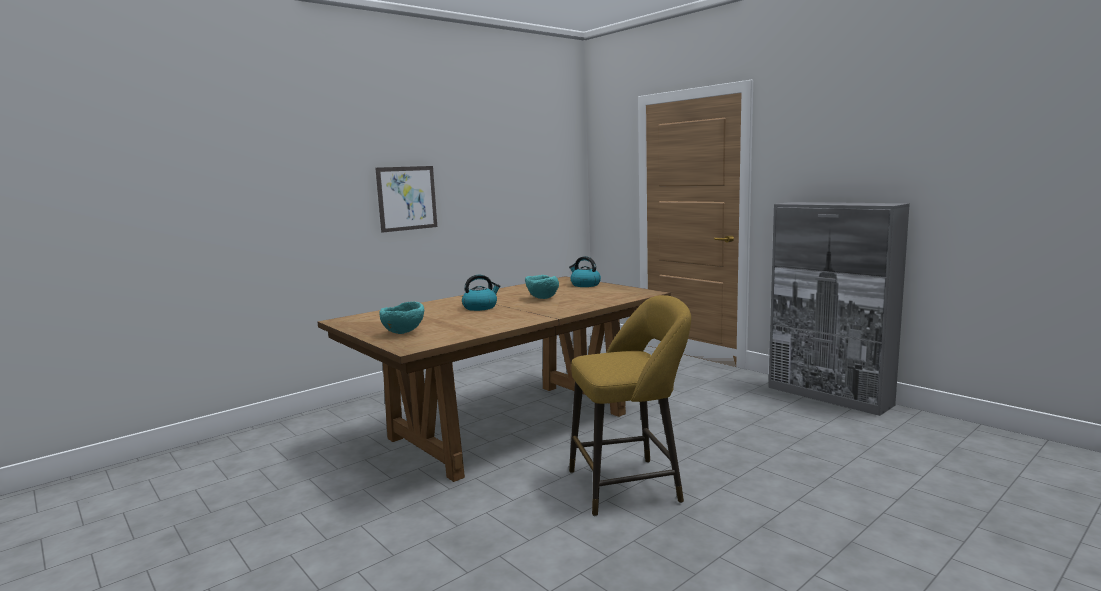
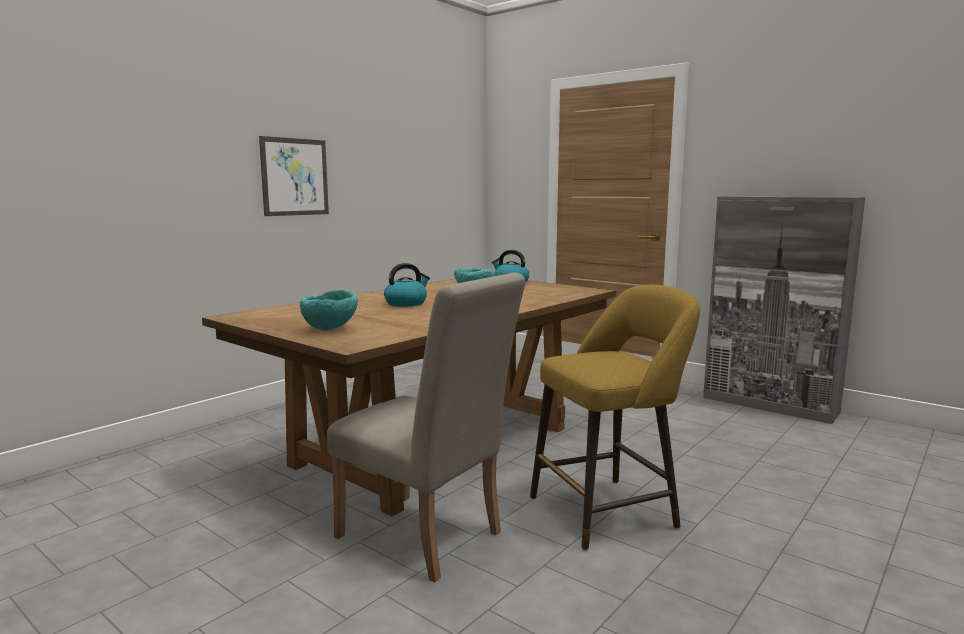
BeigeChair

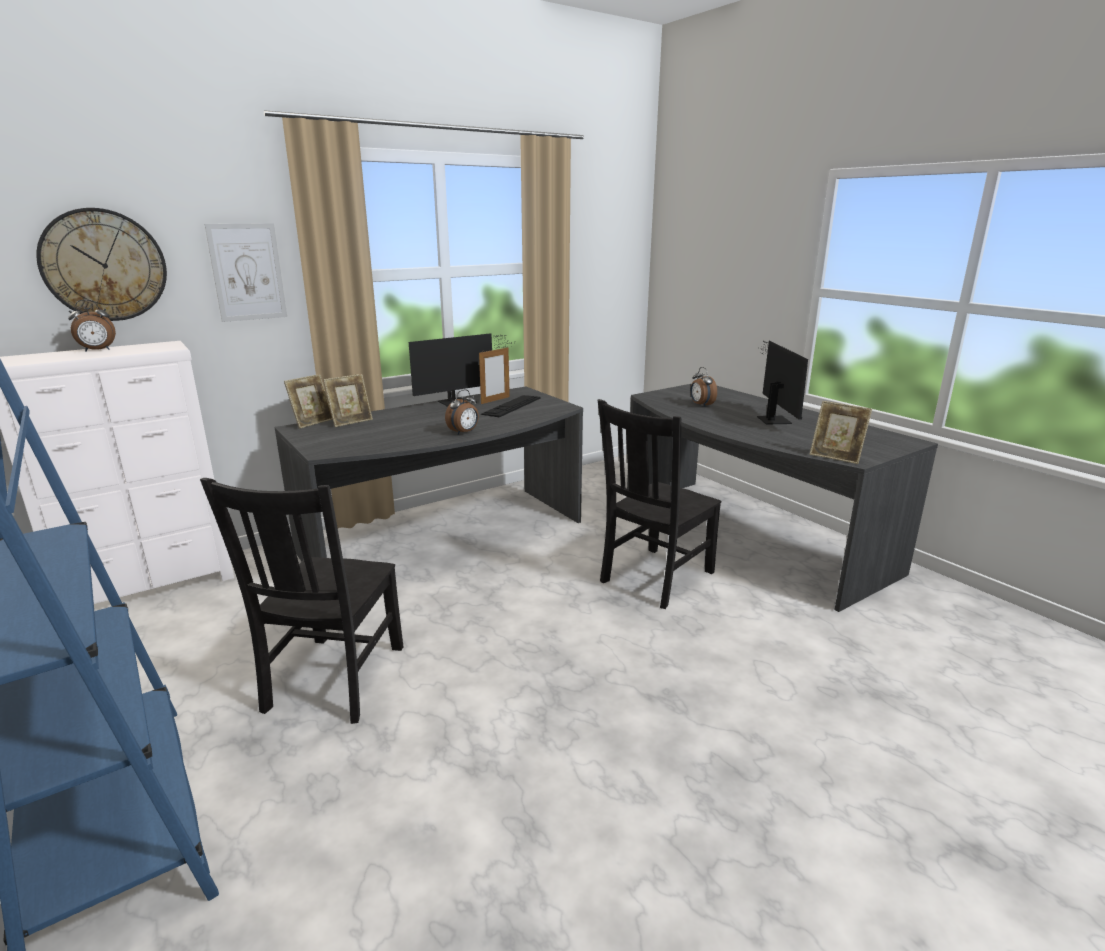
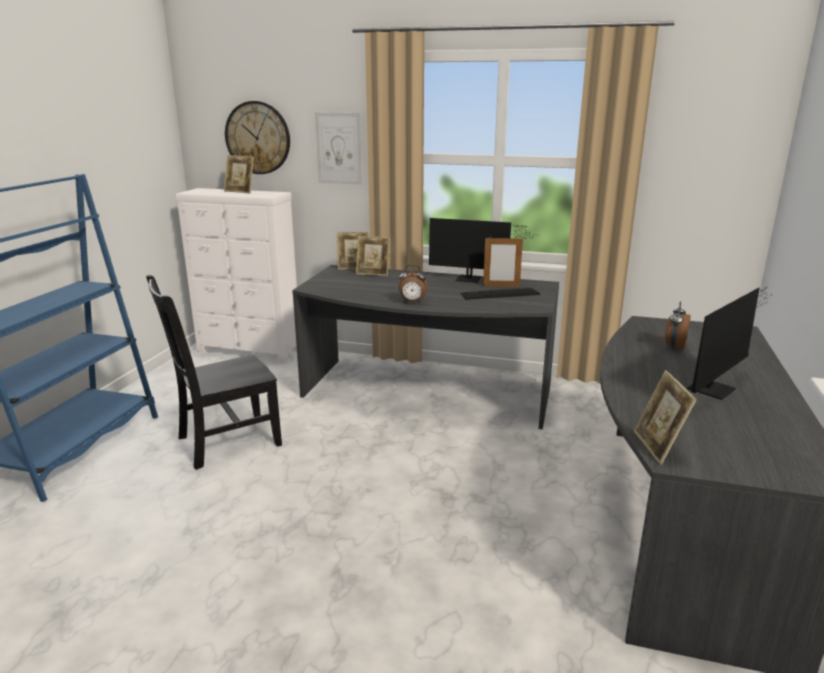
PictureFrame (no. 1 from left); BlackChair (no. 2 from left in the first image)

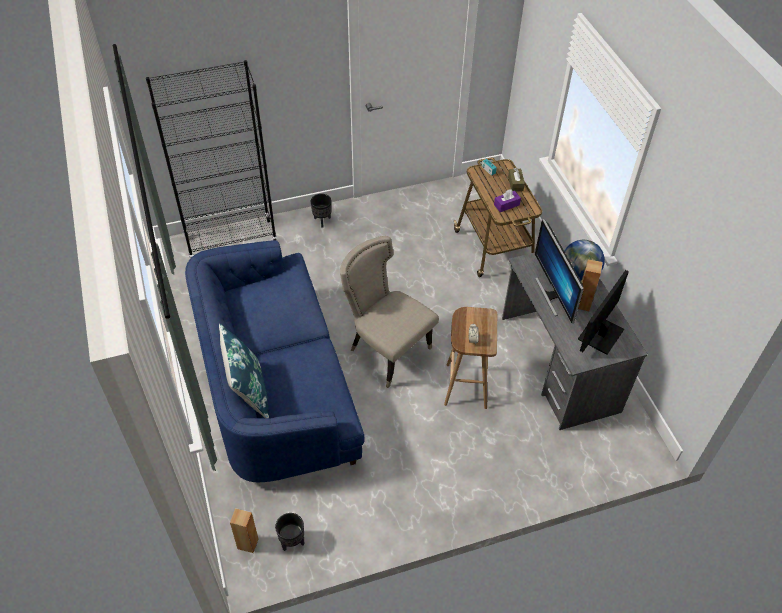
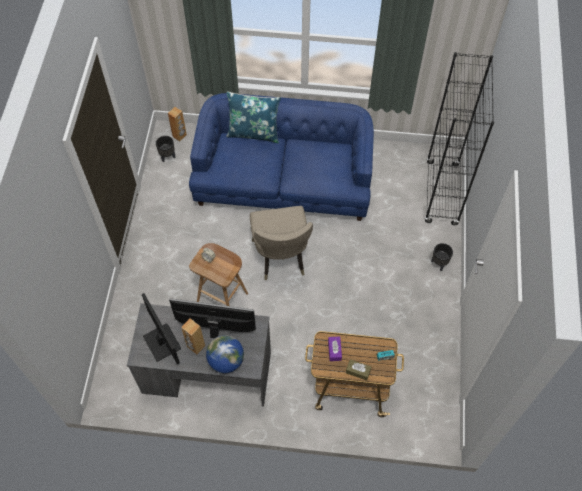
BeigeChair

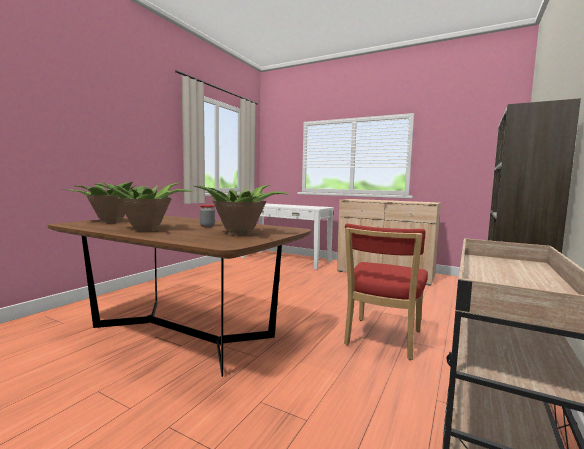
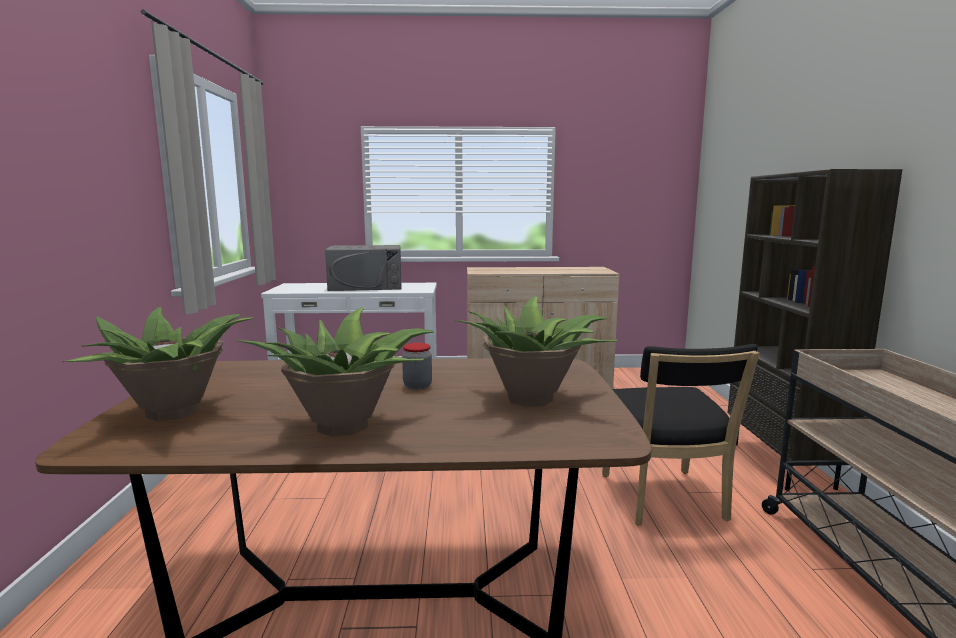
BlackChair; GreyMicrowave

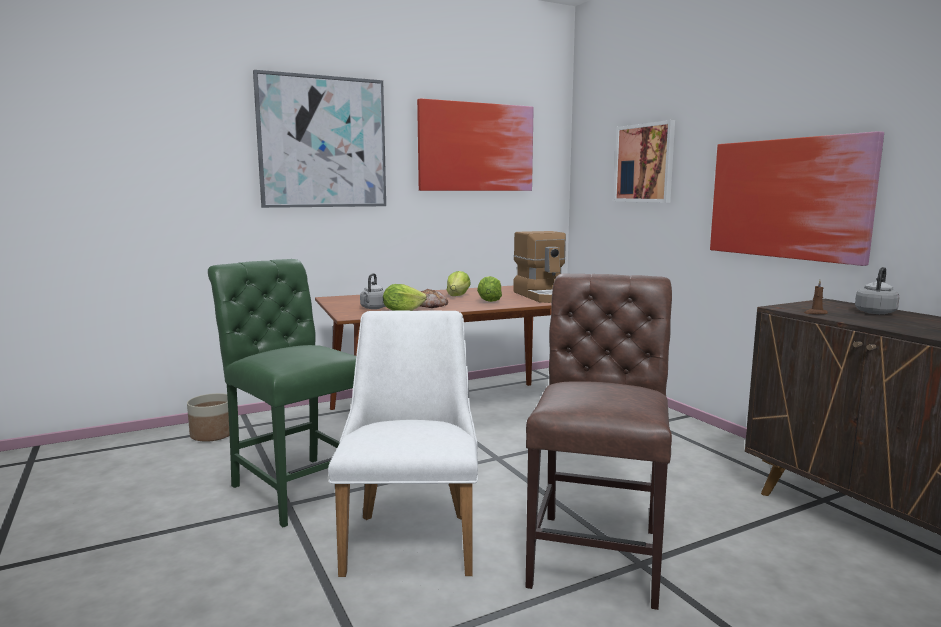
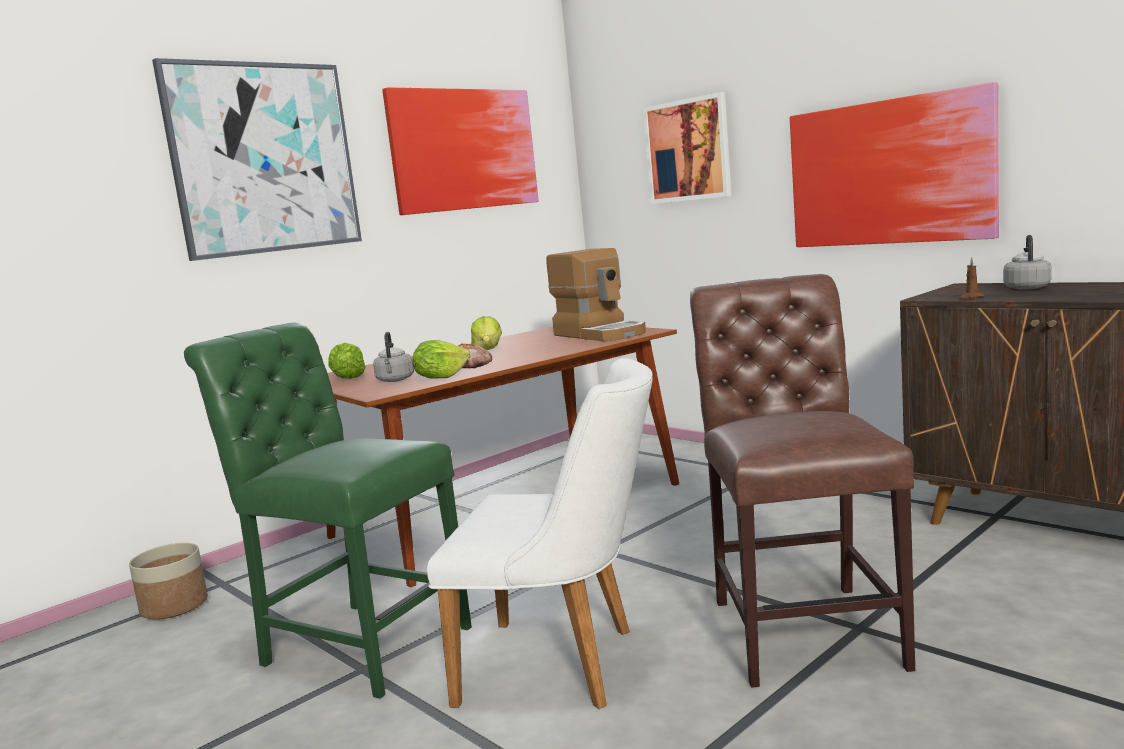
WhiteChair; Lettuce (no. 1 from left)

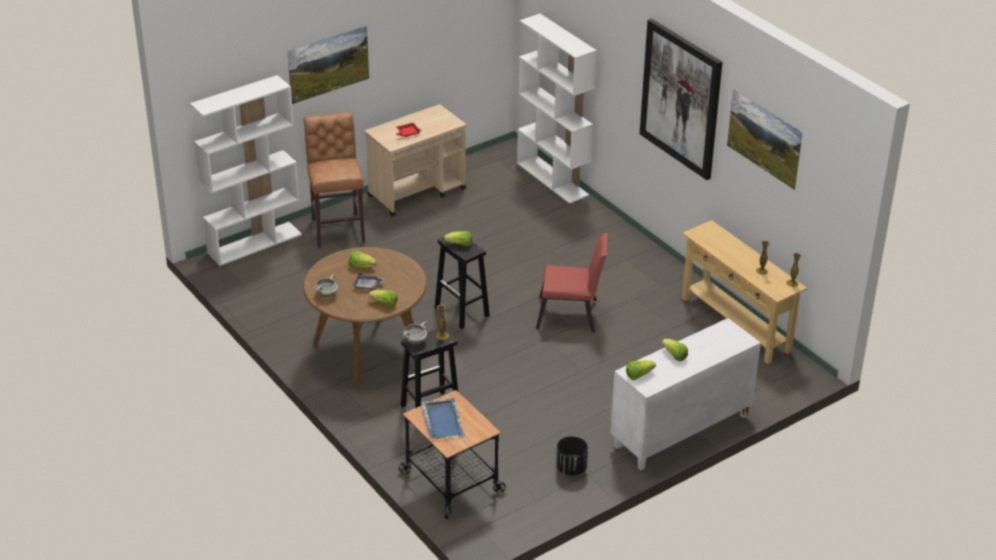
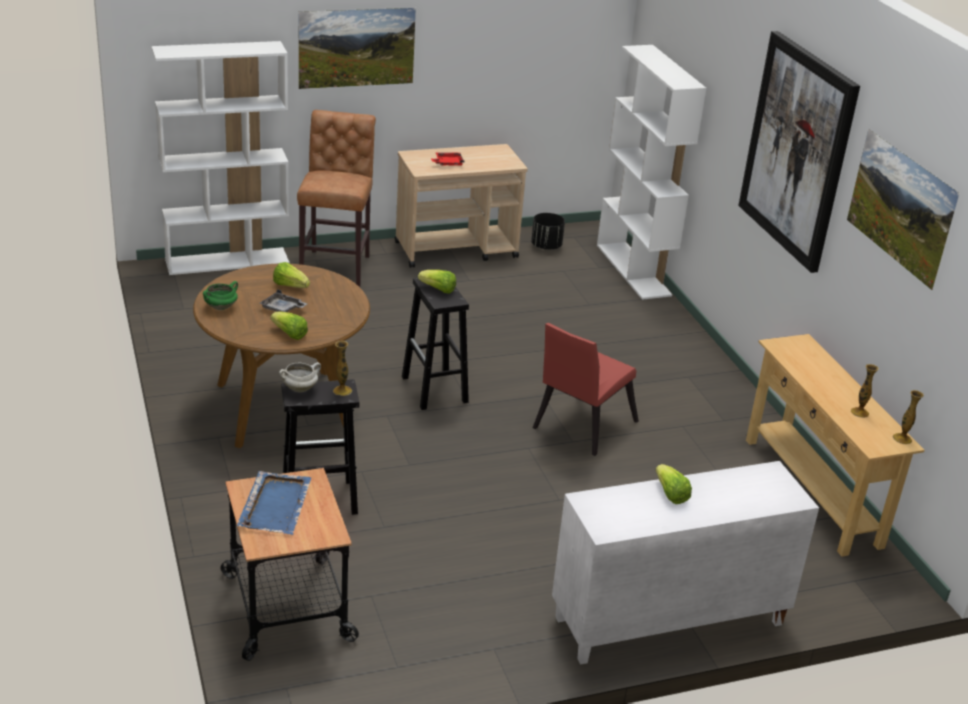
GreenCookingPot; RedChair; BlackPlanter; Lettuce (no. 4 from left in the first image)

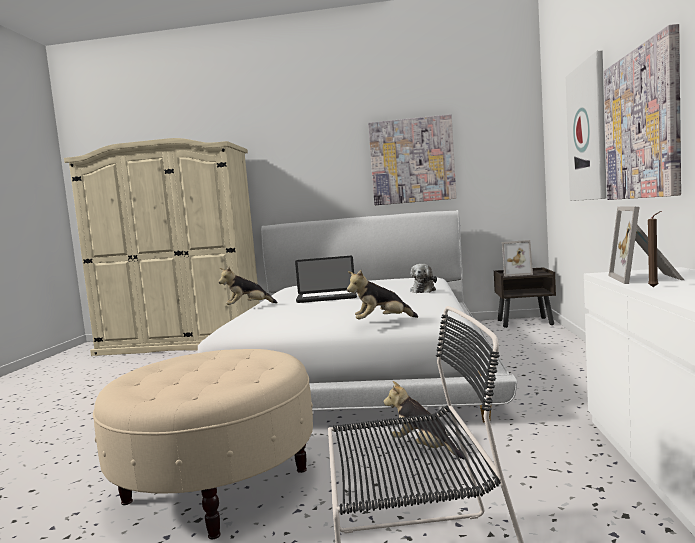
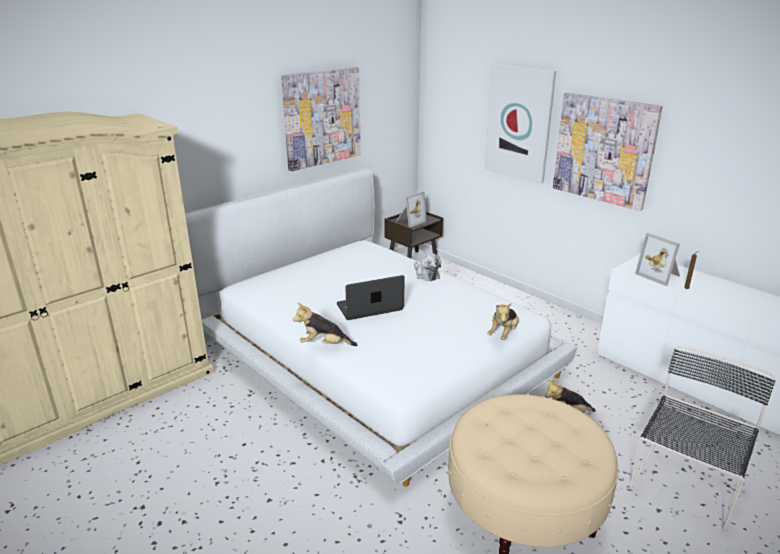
PlushToy (no. 1 from left); Laptop

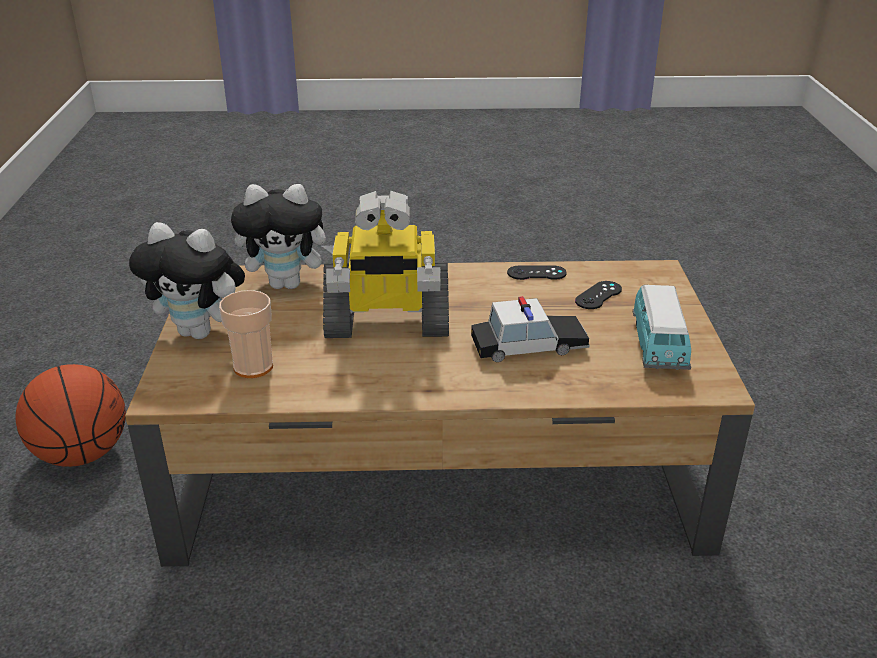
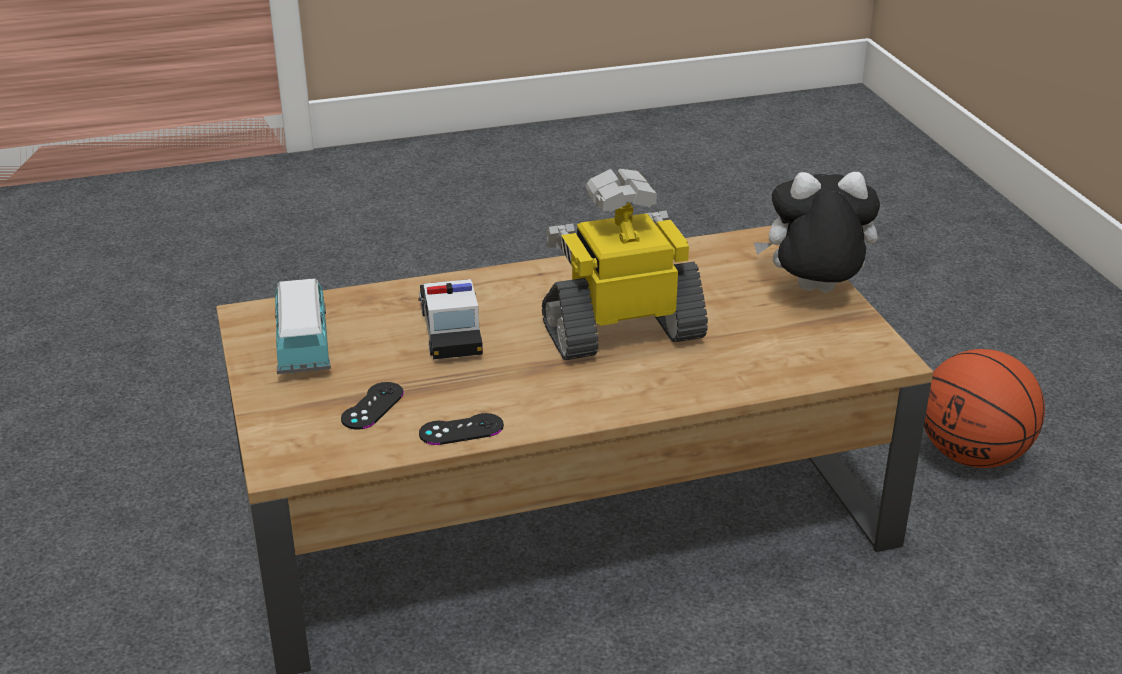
Cup; PlushToy (no. 2 from left in the first image); ToyCar (no. 2 from left)

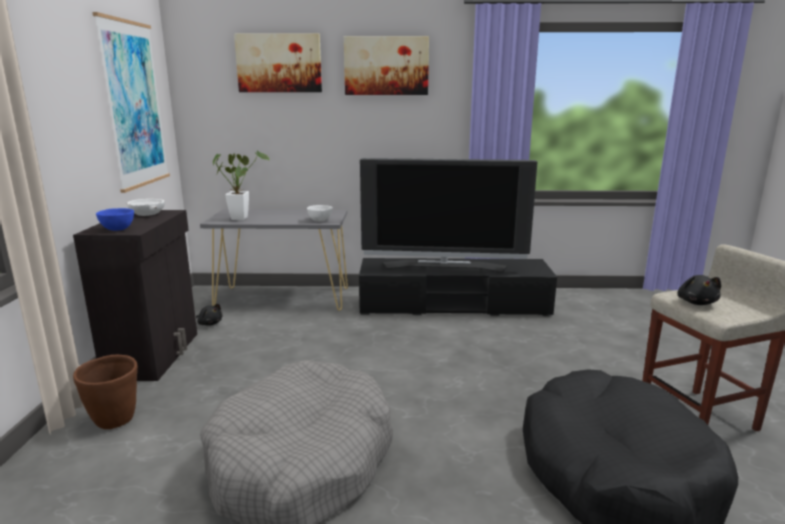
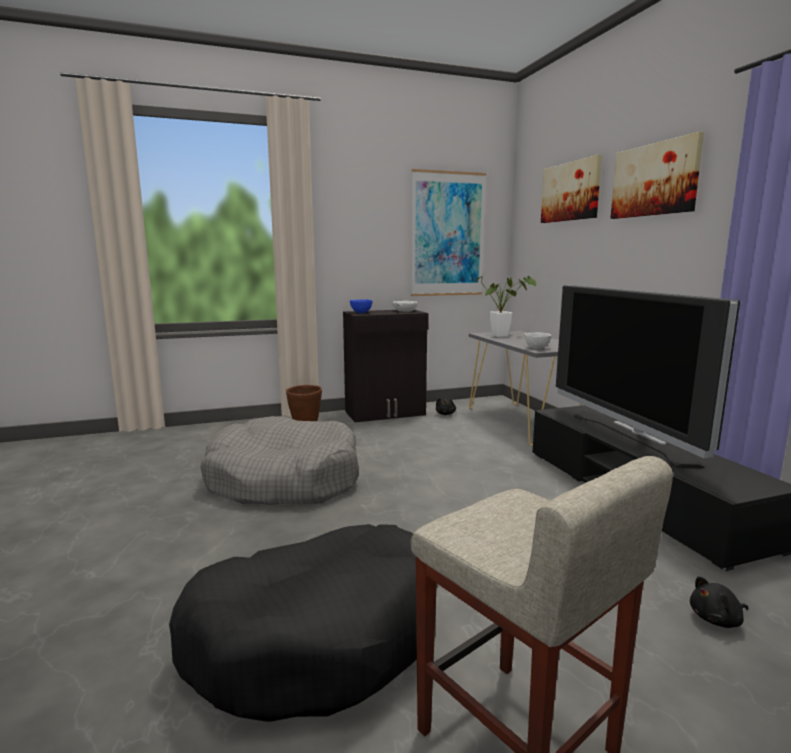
BlackPlushToy (no. 2 from left)

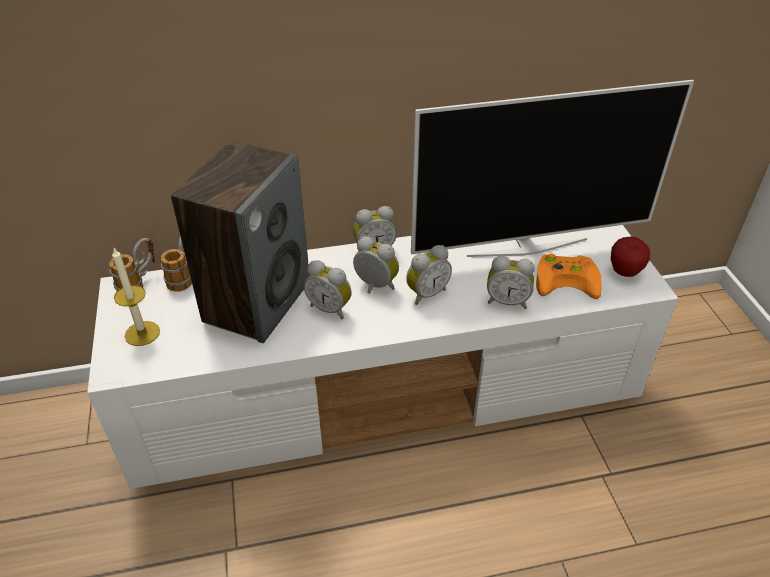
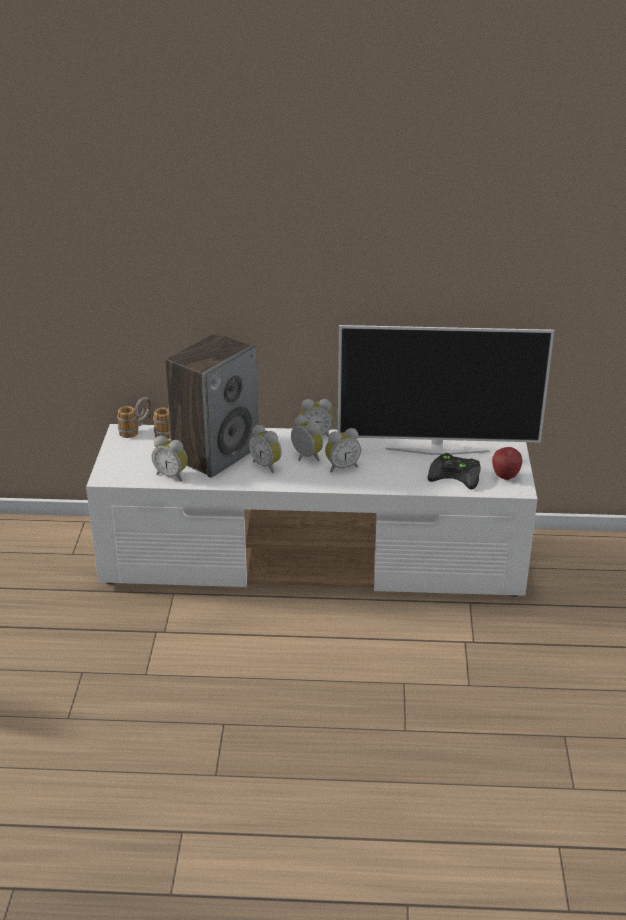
Candle; AlarmClock (no. 1 from left); BlackGameController

